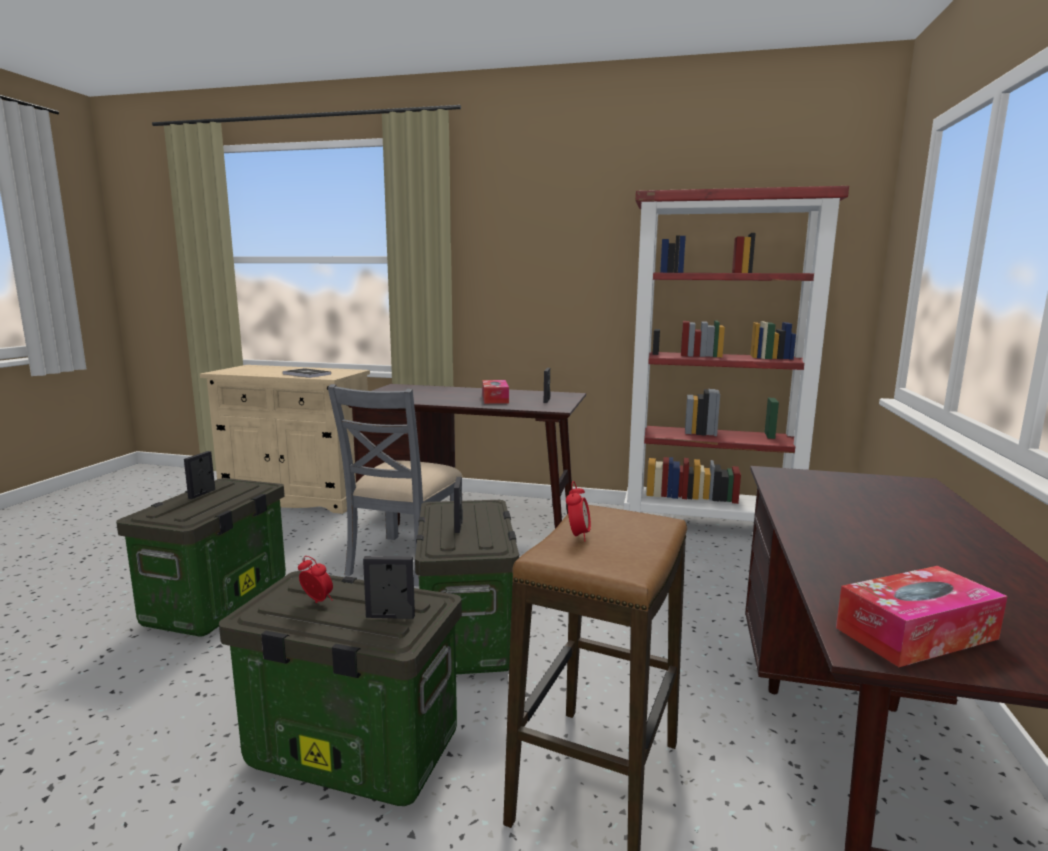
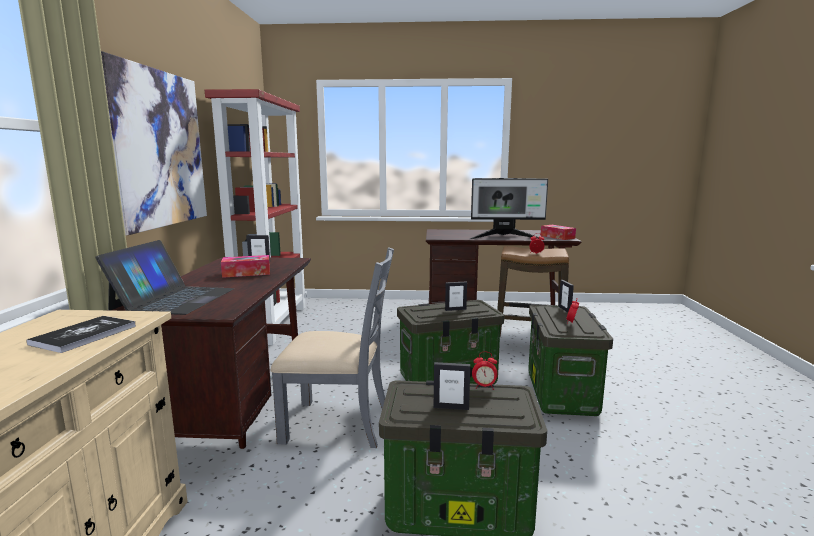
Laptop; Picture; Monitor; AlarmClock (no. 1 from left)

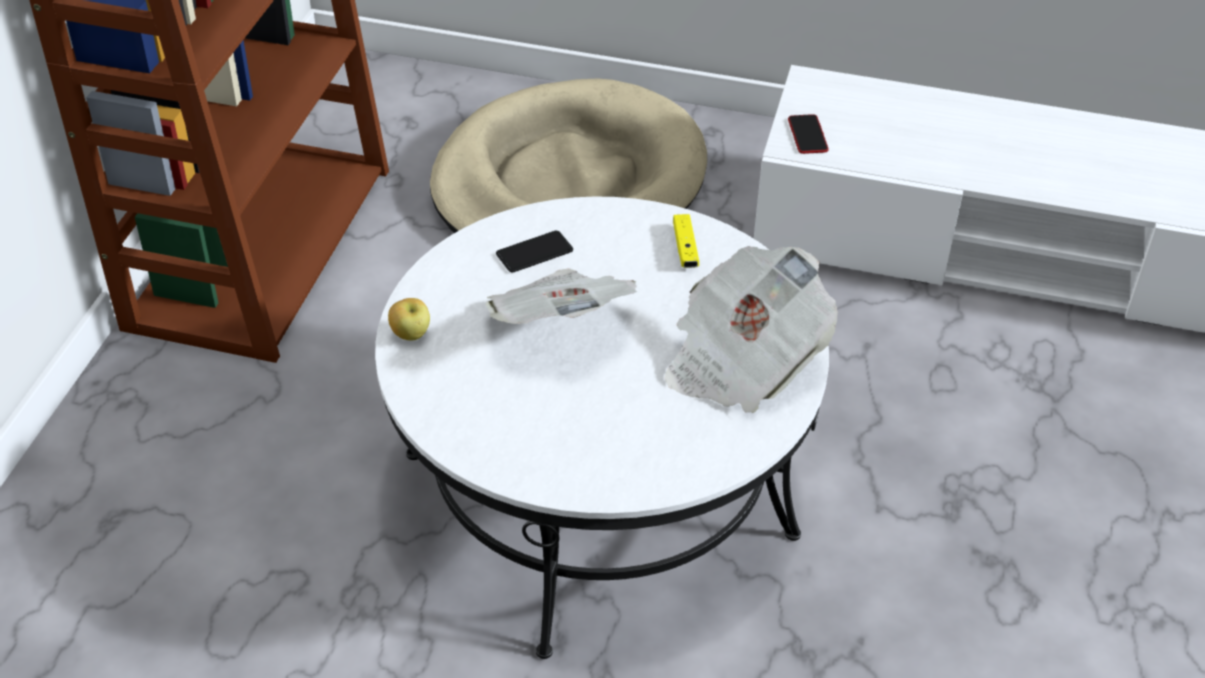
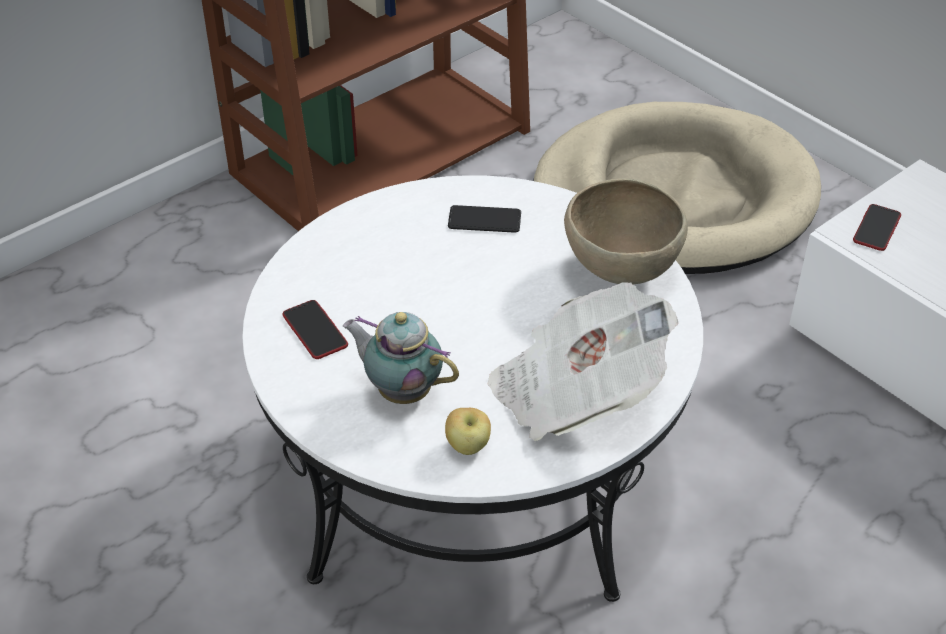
Apple; Newspaper (no. 1 from left in the first image); BrownBowl; Phone (no. 1 from left); Teapot

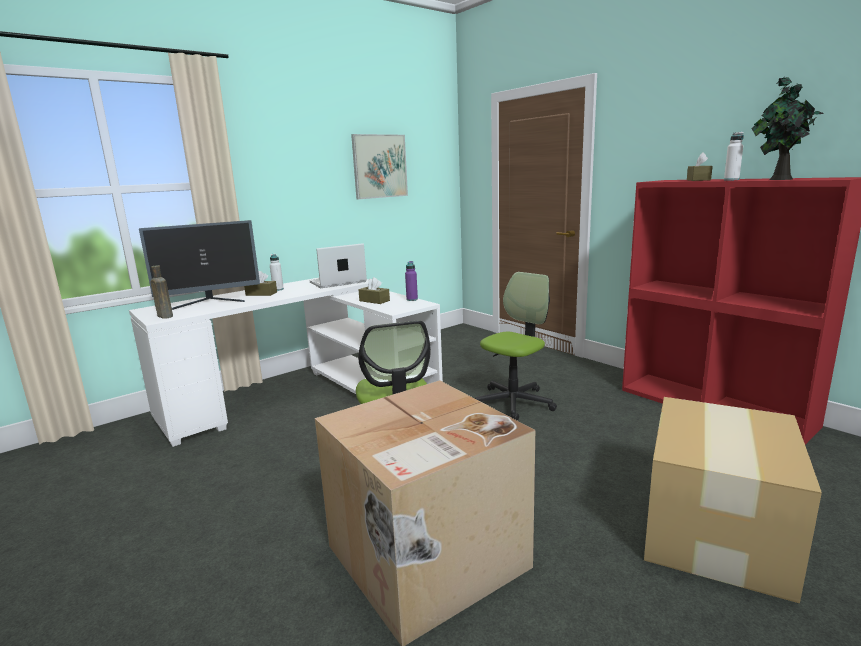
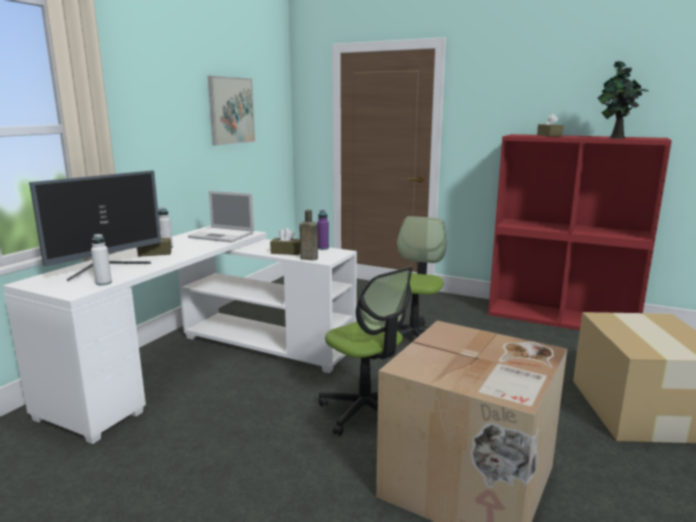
BrownBottle; Laptop; WhiteBottle (no. 1 from left)

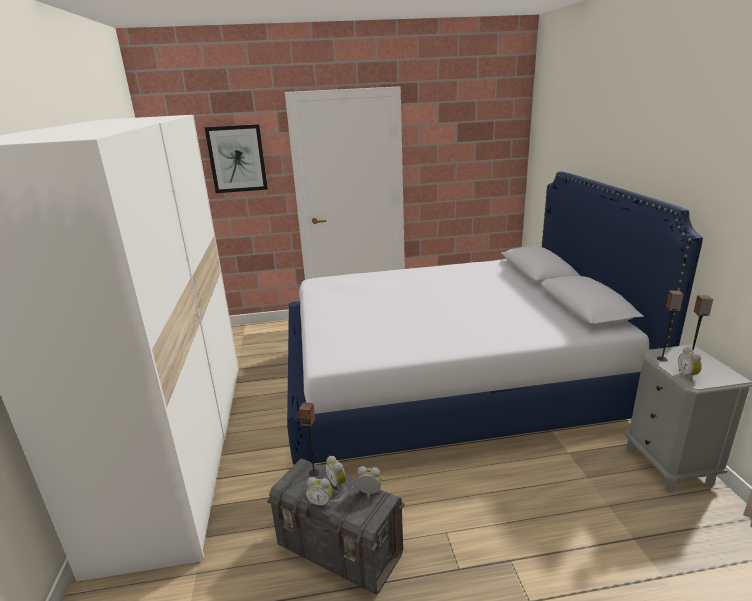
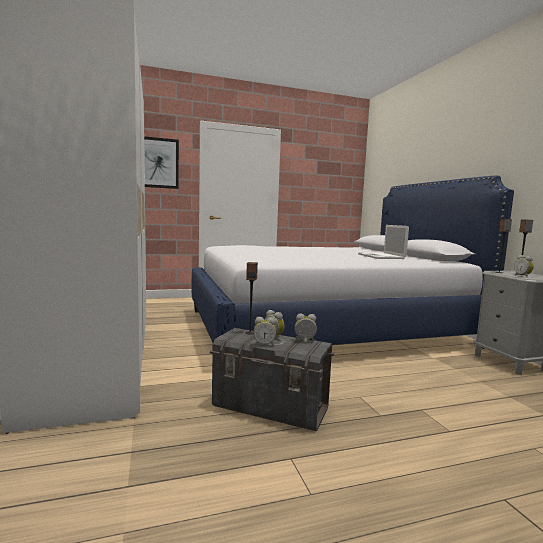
Laptop

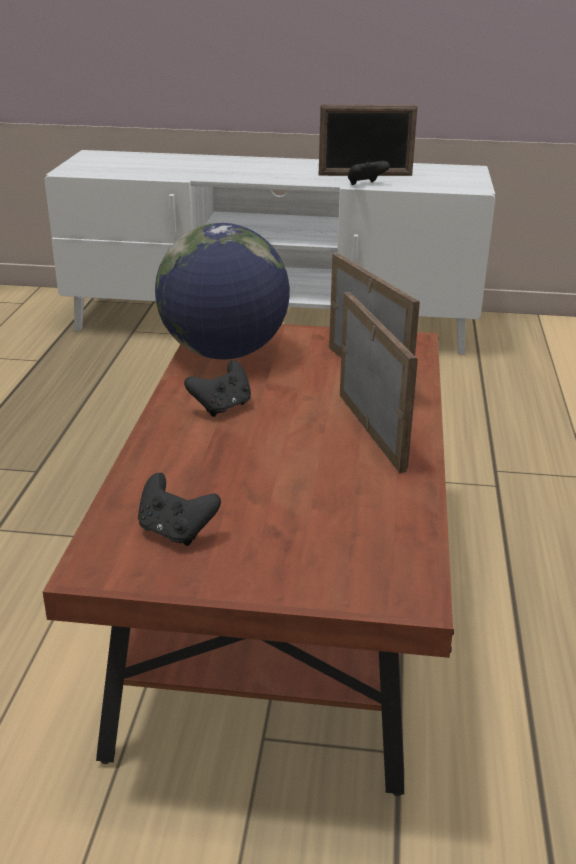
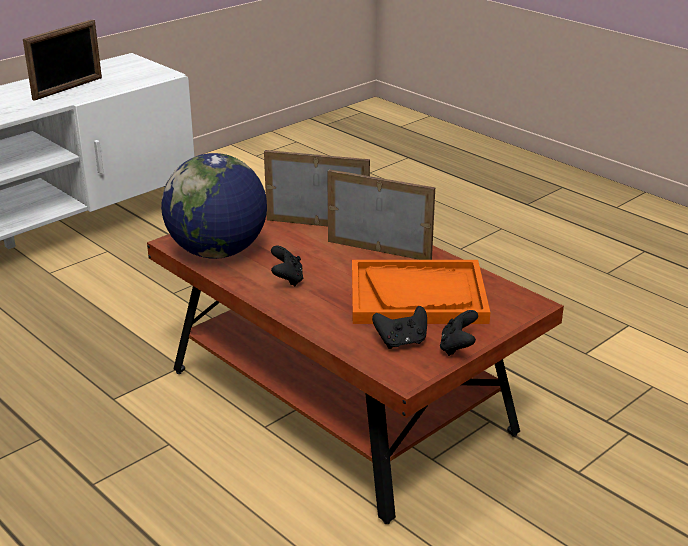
BlackGameController (no. 3 from left); OrangeTray

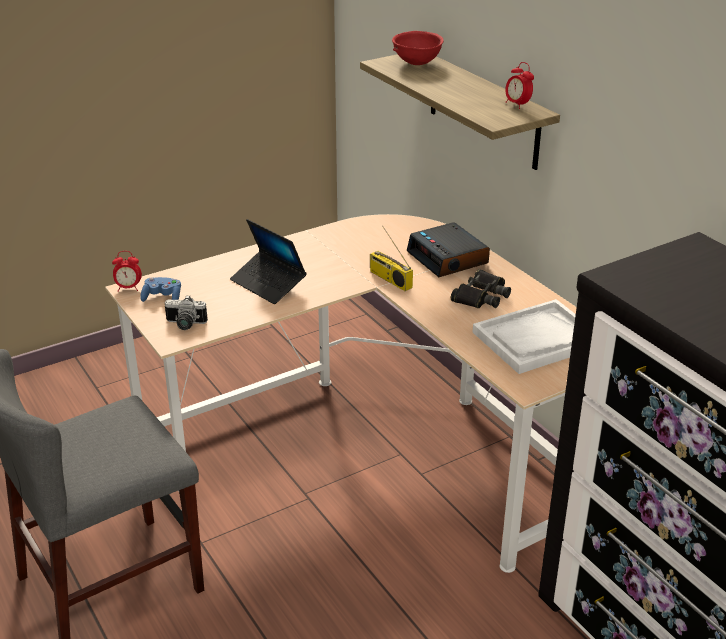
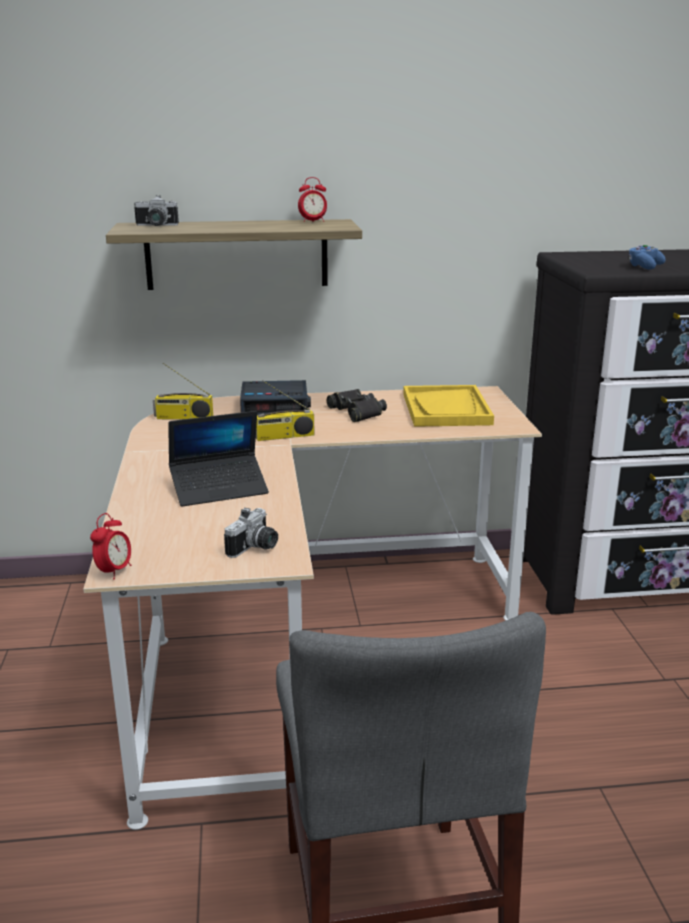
BlueGameController; PhotoCamera (no. 1 from left); YellowTray; Radio (no. 1 from left)

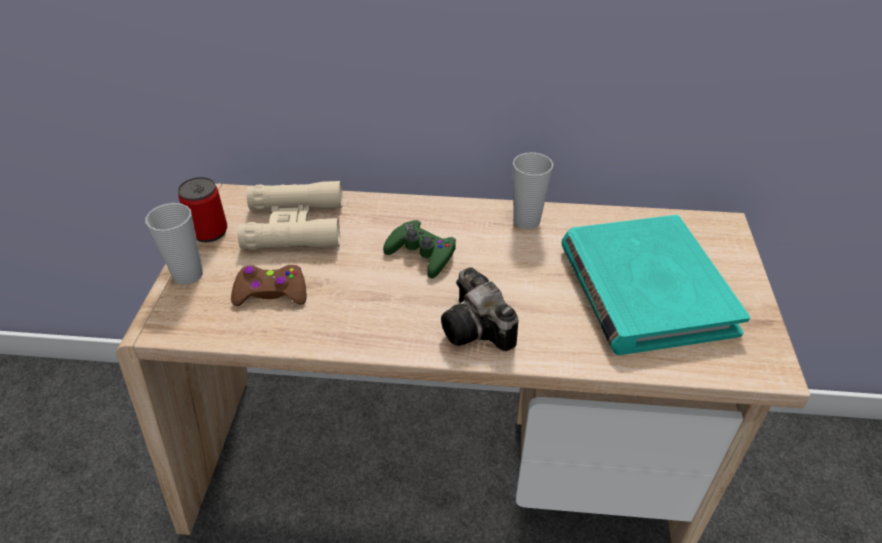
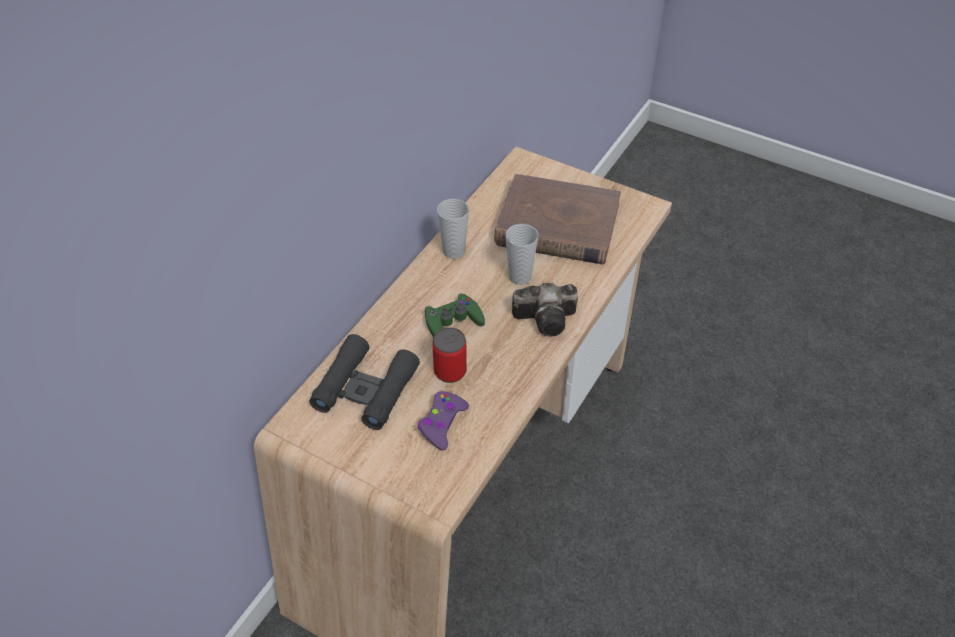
Cup (no. 2 from left); Can; PurpleGameController; BlackBinoculars; BrownBook

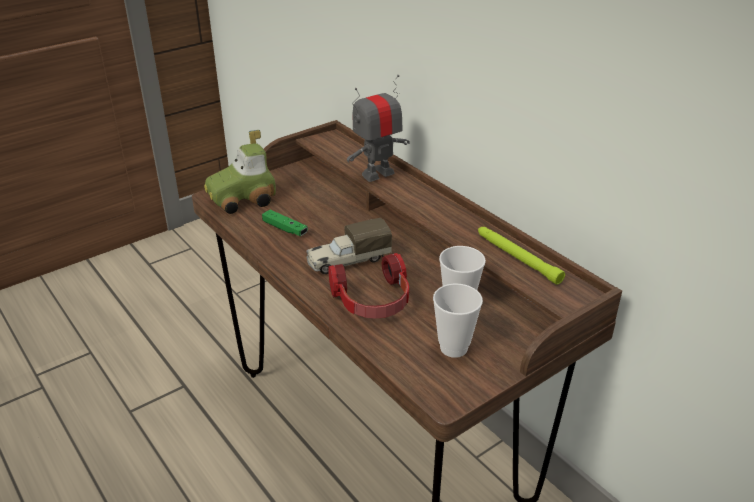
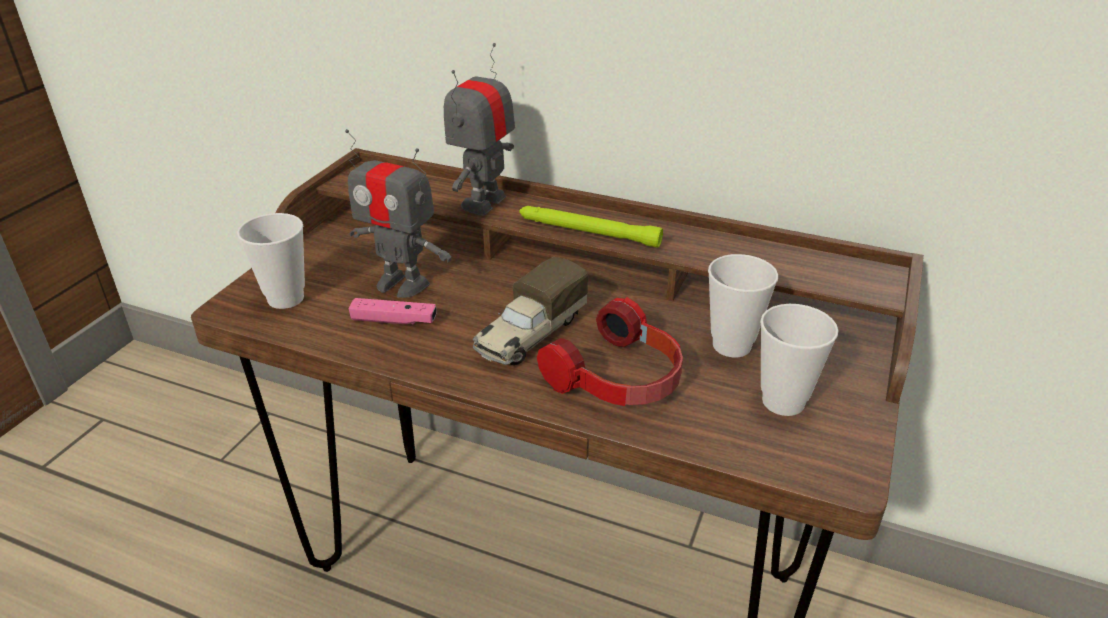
Cup (no. 1 from left); PinkGameController; GreenFlashlight; ToyRobot (no. 1 from left)

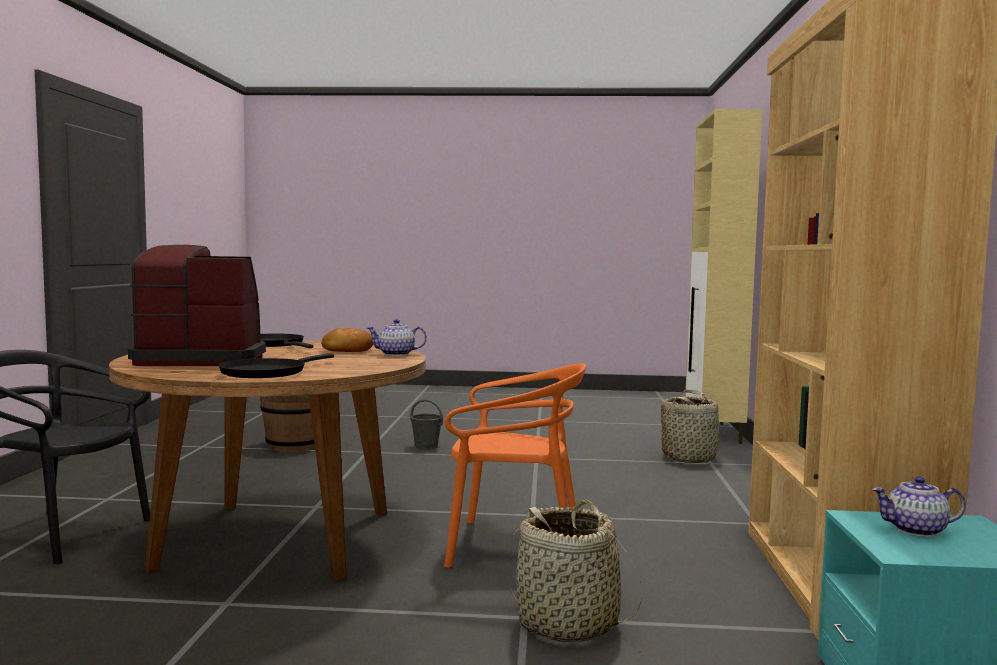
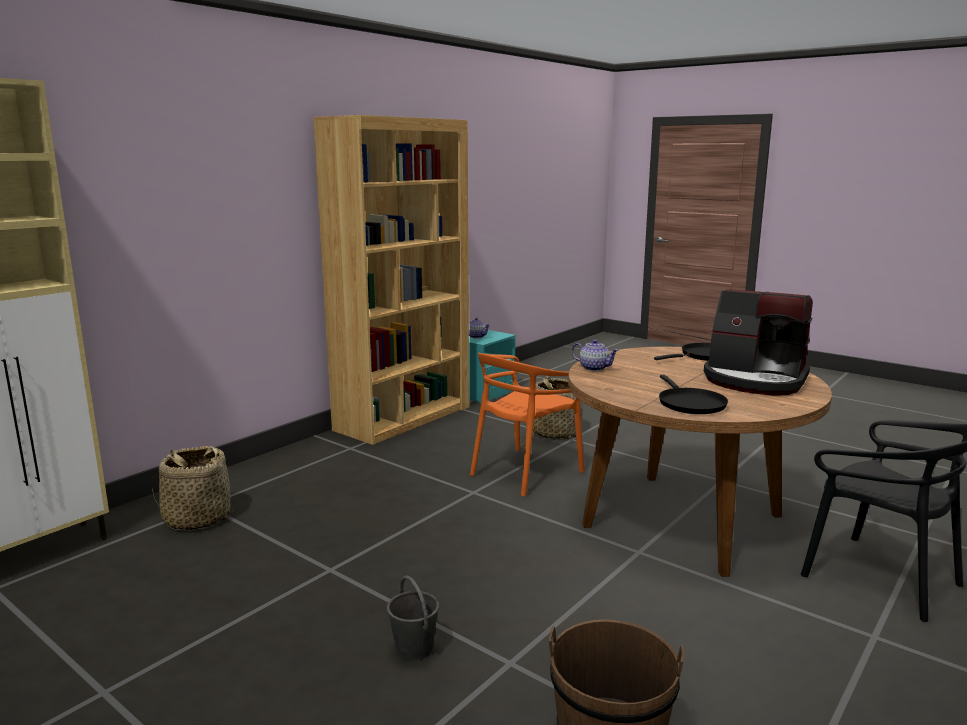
Bread; OrangeChair

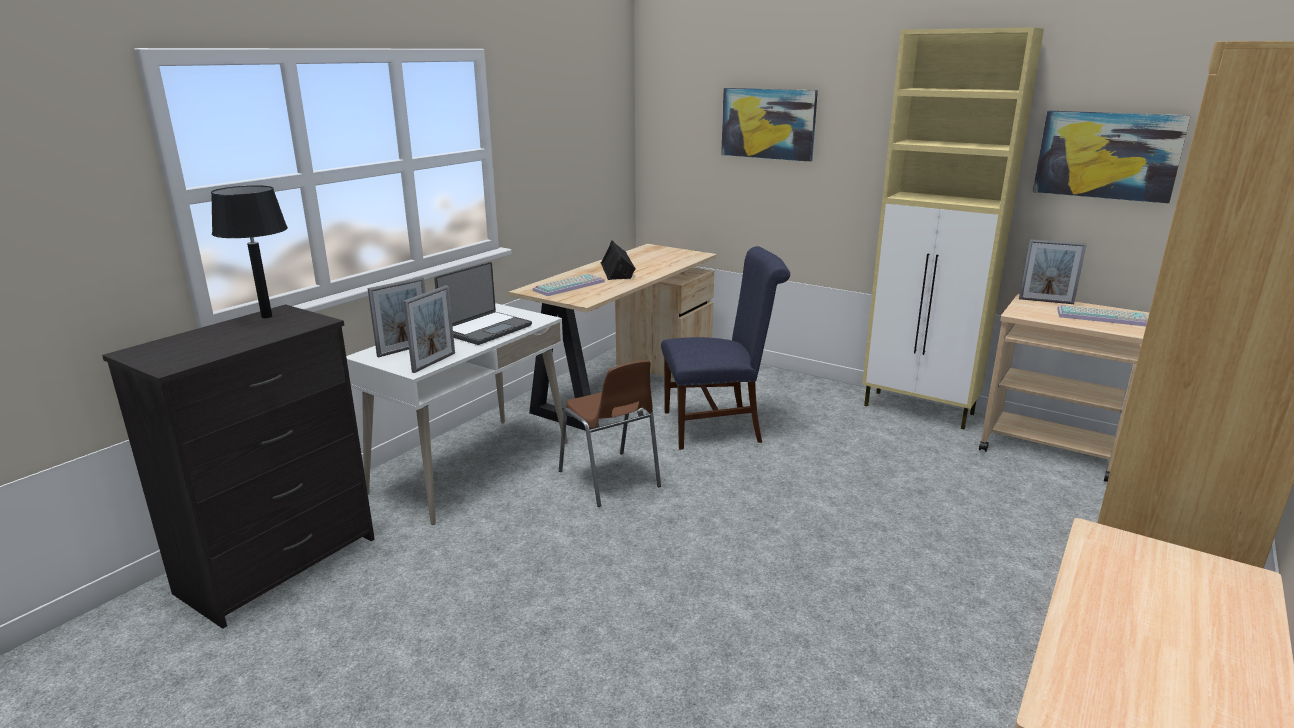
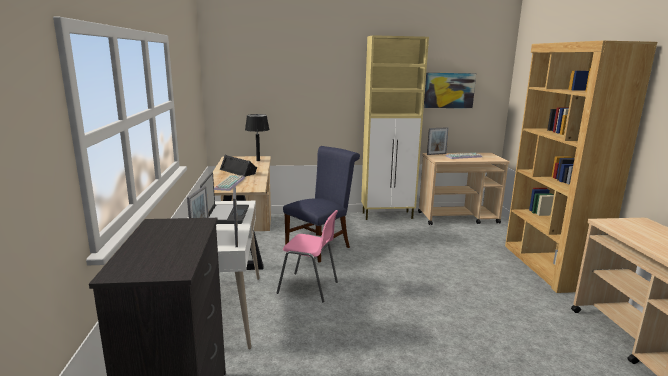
BlackTableLamp; PinkChair; Picture (no. 1 from left in the first image)

